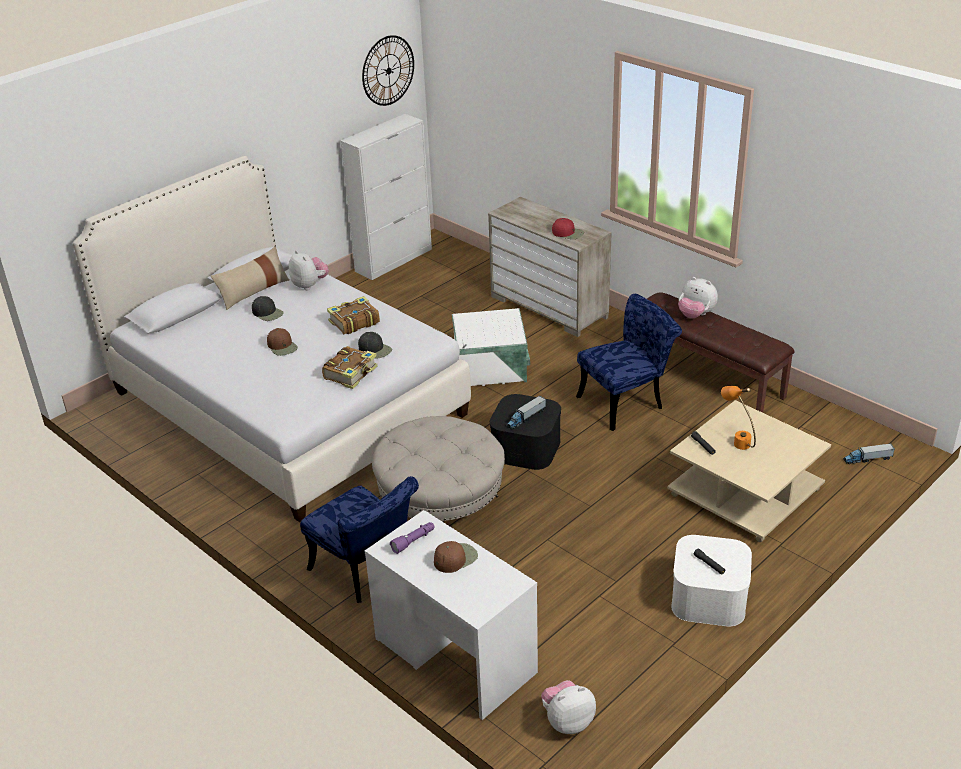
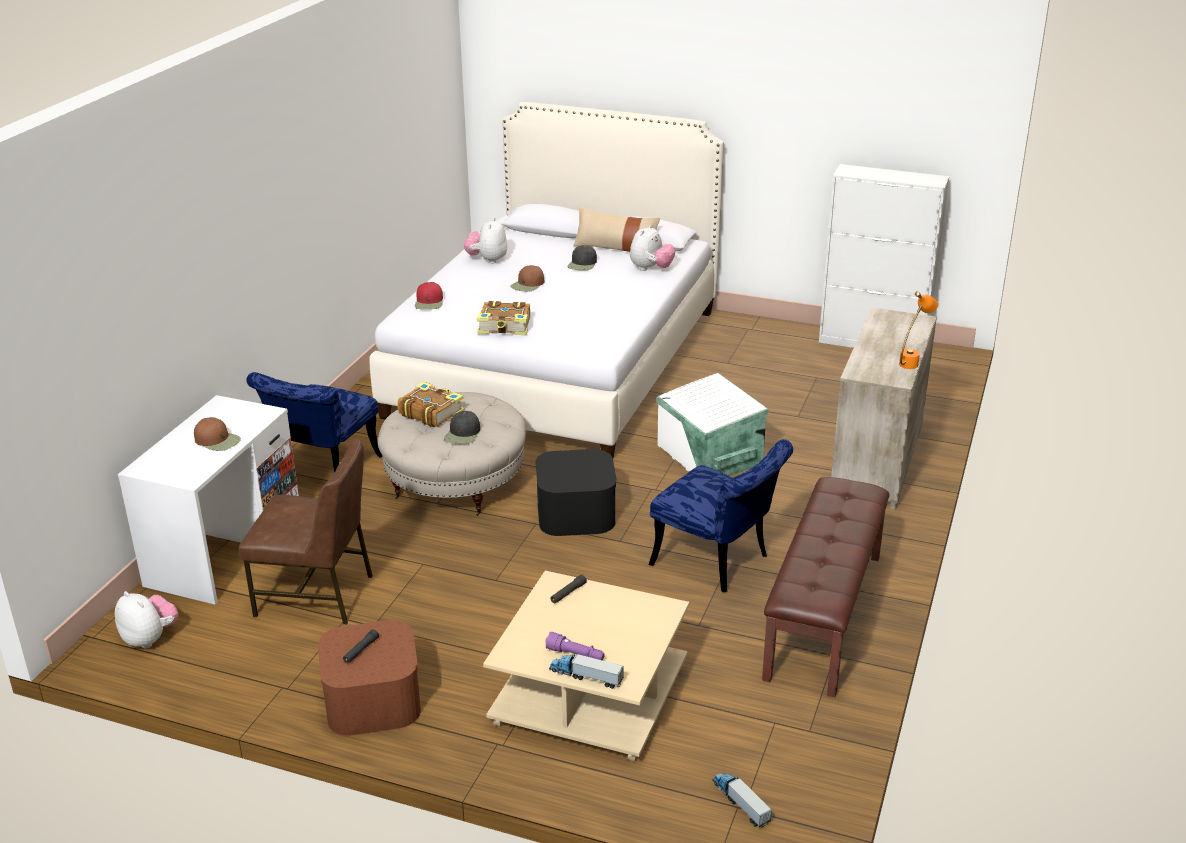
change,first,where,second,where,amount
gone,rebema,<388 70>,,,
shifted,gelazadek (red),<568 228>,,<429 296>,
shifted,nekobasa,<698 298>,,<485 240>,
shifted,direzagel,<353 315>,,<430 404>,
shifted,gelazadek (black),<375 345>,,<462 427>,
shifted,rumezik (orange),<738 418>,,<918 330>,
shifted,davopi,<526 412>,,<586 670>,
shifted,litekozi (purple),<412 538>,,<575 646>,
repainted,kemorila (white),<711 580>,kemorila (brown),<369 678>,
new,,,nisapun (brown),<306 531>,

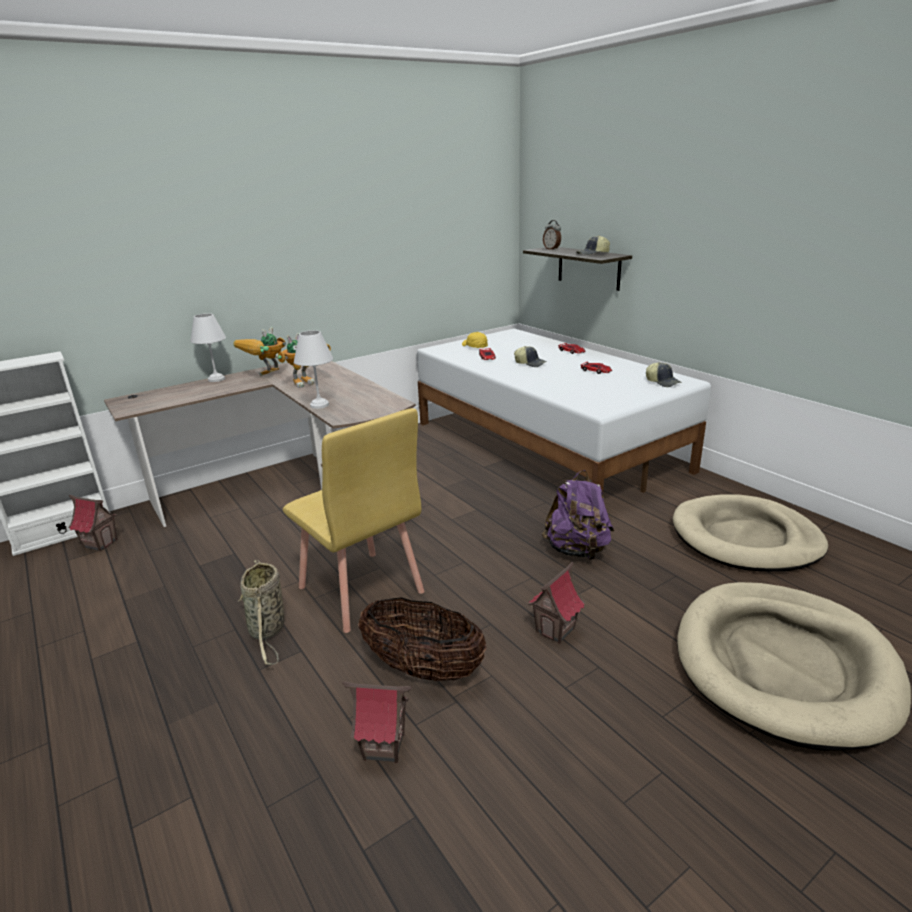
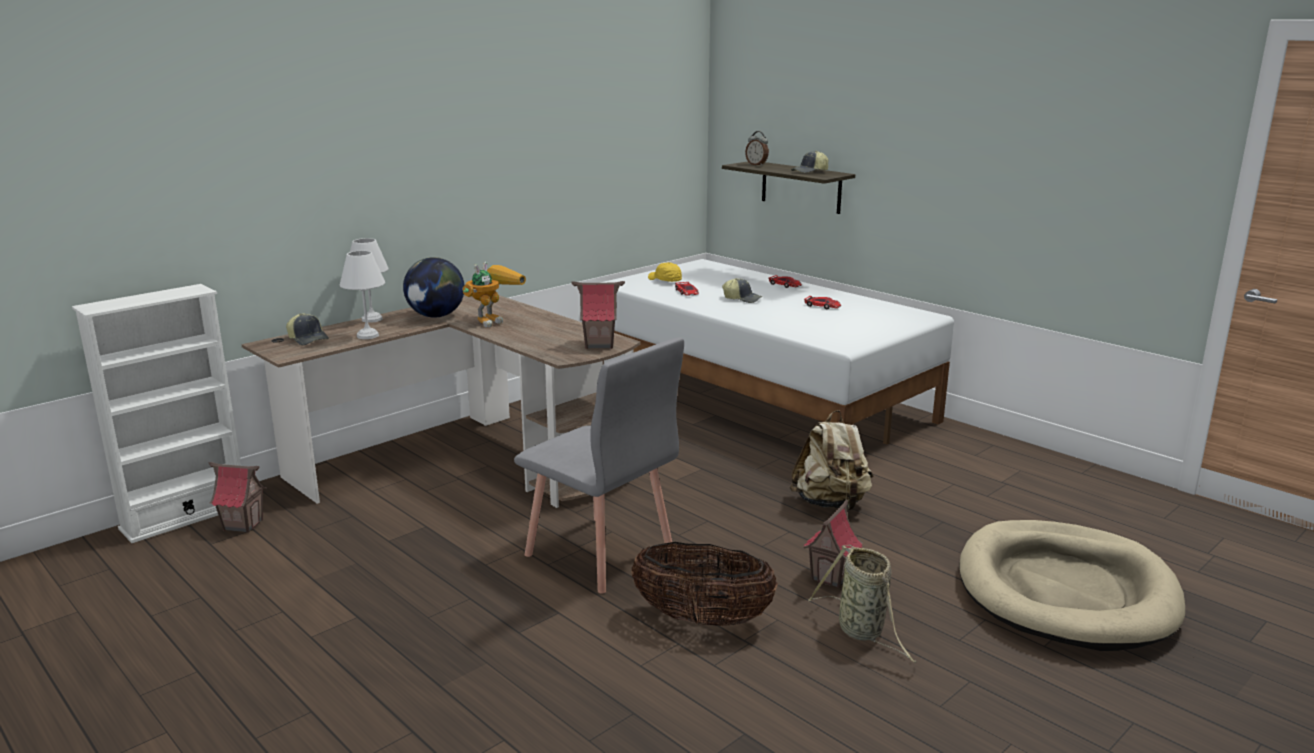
change,first,where,second,where,amount
swapped,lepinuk,<259 351>,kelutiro,<433 287>,
shifted,rumezik (white),<313 369>,,<362 295>,
shifted,gelazadek,<664 374>,,<307 329>,
repainted,nisapun (yellow),<353 520>,nisapun (grey),<599 466>,
repainted,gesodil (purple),<578 515>,gesodil (beige),<831 460>,
gone,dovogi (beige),<750 533>,,,
shifted,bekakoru,<260 612>,,<862 604>,
shifted,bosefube,<377 722>,,<598 315>,

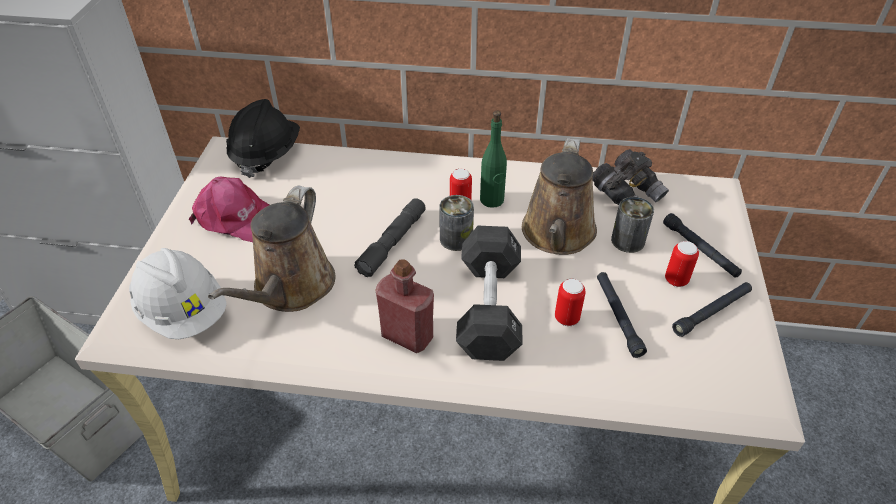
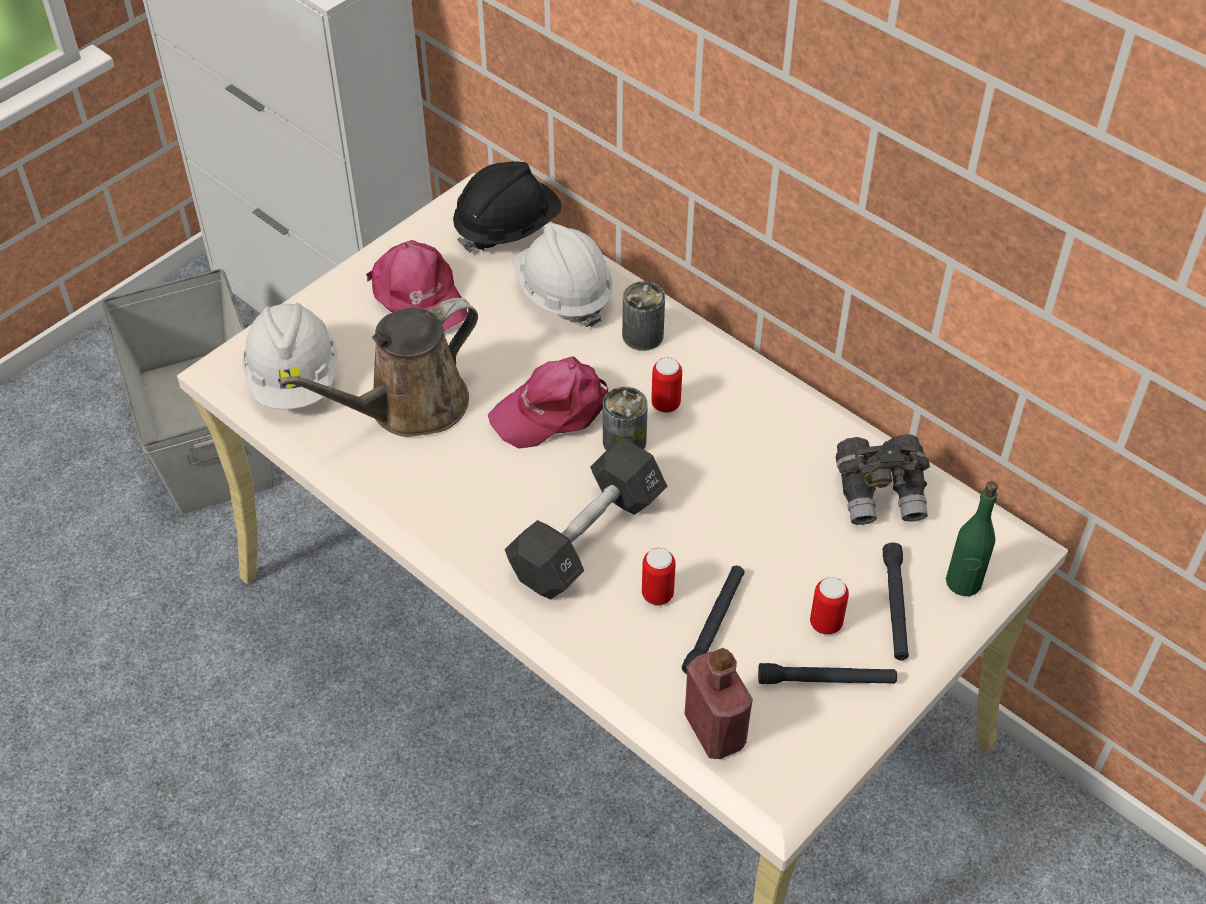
change,first,where,second,where,amount
shifted,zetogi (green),<493 159>,,<972 538>,
gone,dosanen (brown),<559 196>,,,
shifted,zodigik,<632 225>,,<643 316>,
swapped,litekozi (grey),<390 237>,gelazadek (pink),<548 402>,
shifted,zetogi (red),<404 306>,,<718 703>,
new,,,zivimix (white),<562 275>,

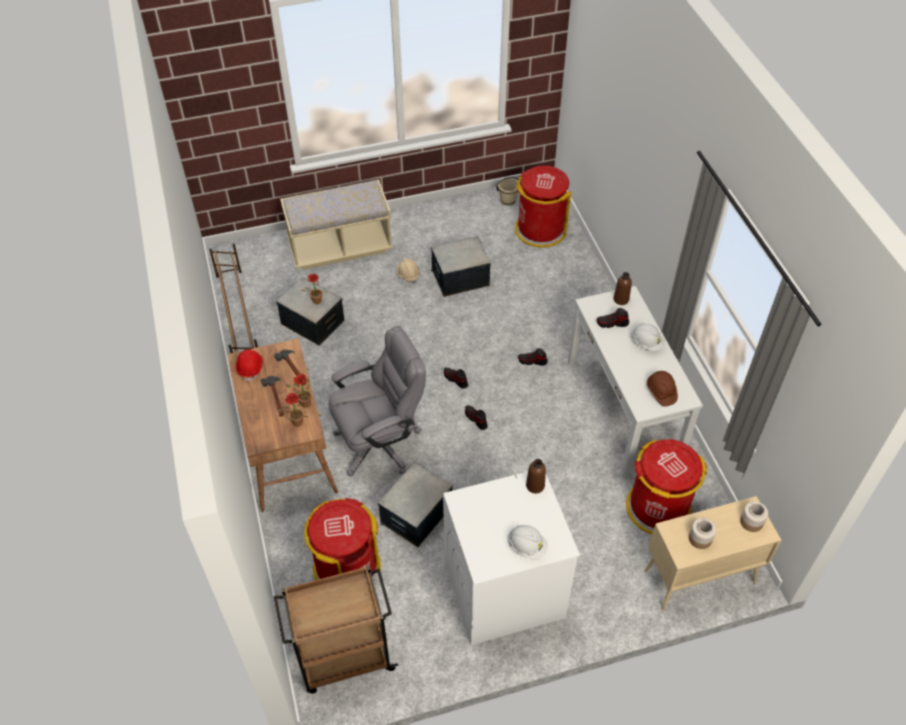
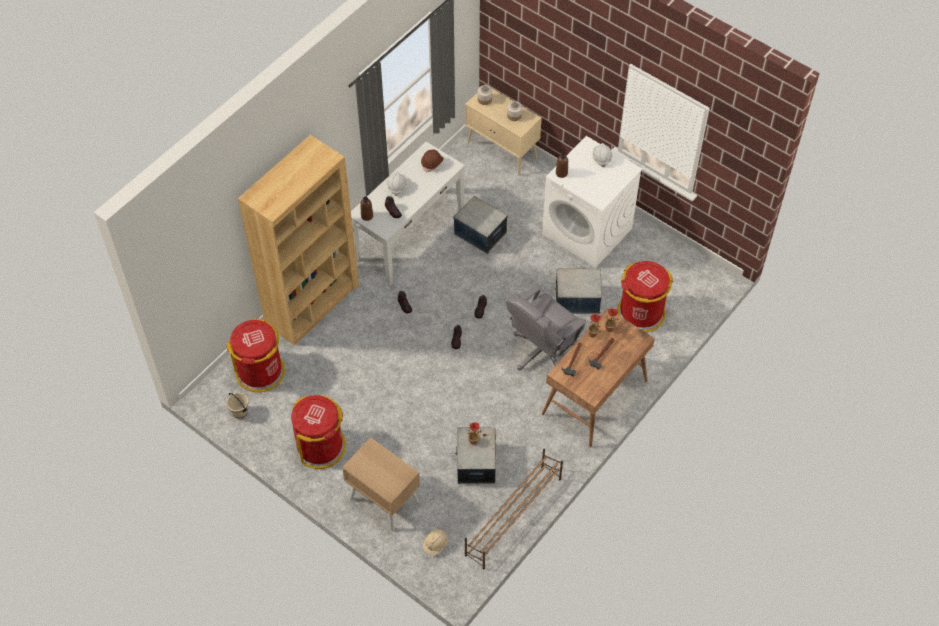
change,first,where,second,where,amount
swapped,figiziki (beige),<336 225>,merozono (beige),<381 484>,
shifted,kemorila,<461 266>,,<480 225>,
shifted,zivimix (beige),<408 271>,,<435 542>,
rotated,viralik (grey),<377 401>,,<546 327>,75 degrees counterclockwise
gone,zivimix (red),<249 365>,,,
shifted,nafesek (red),<666 486>,,<318 432>,
gone,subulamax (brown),<336 630>,,,
new,,,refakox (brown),<298 240>,

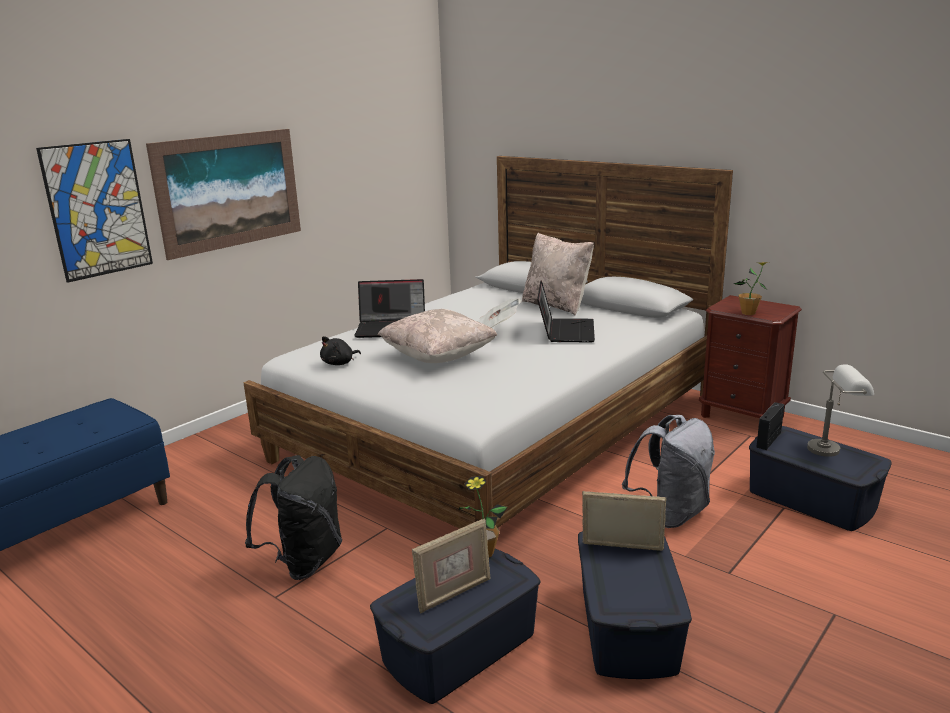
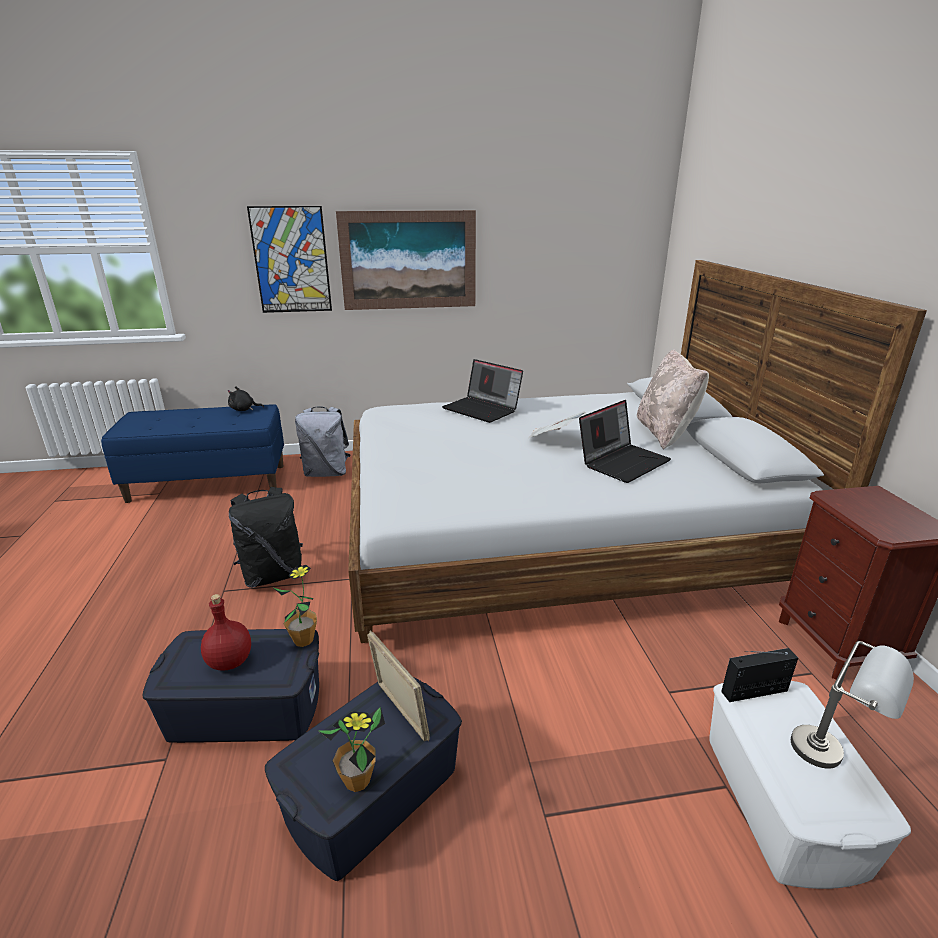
change,first,where,second,where,amount
shifted,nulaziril,<751 288>,,<351 749>,
gone,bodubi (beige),<437 336>,,,
shifted,nekobasa (black),<340 350>,,<246 398>,
shifted,gesodil (grey),<668 471>,,<323 441>,
repainted,kemorila (blue),<820 478>,kemorila (white),<810 785>,
swapped,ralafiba,<451 566>,zetogi (red),<226 632>,

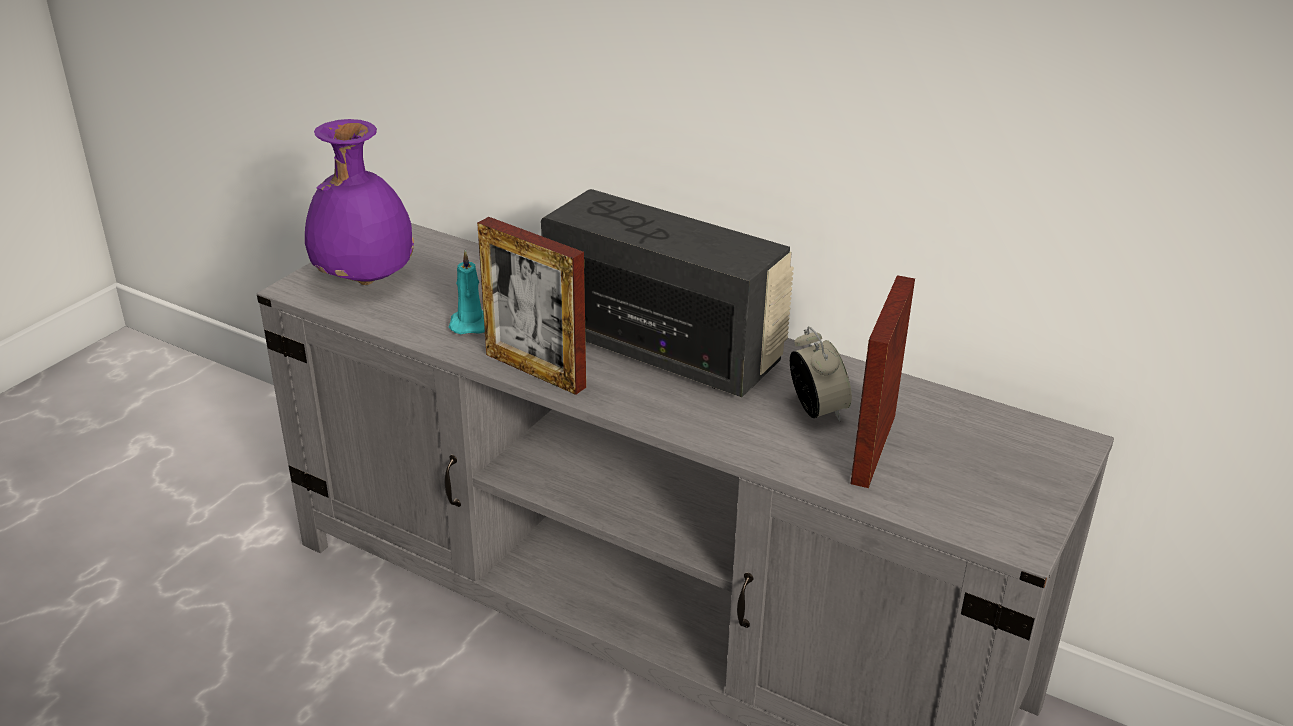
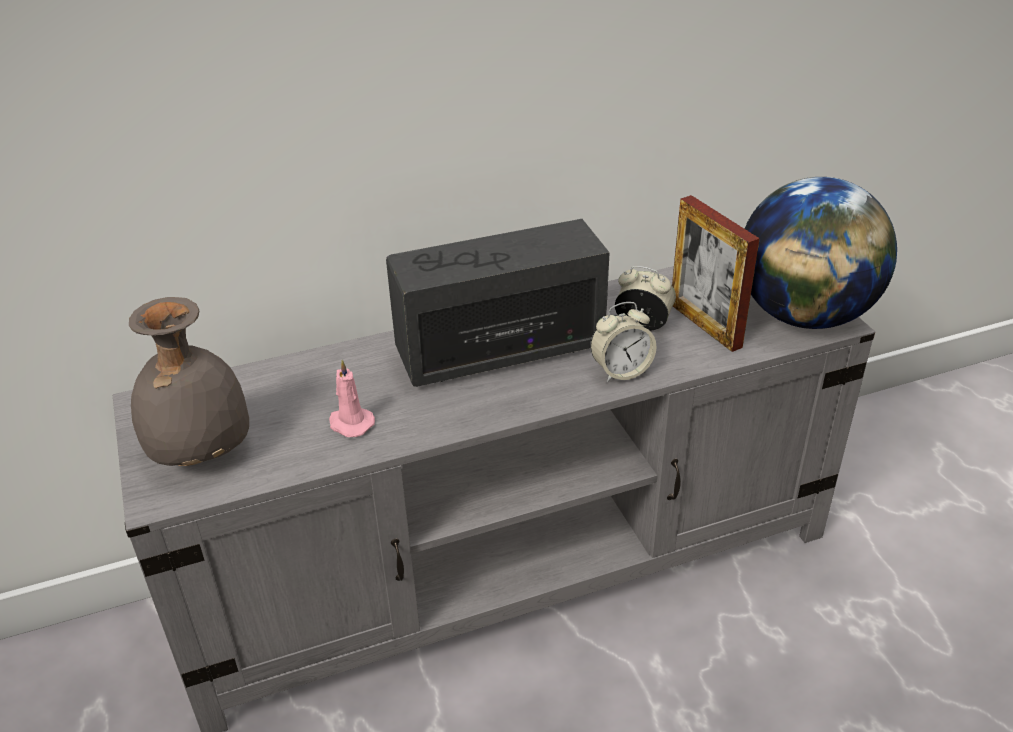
change,first,where,second,where,amount
repainted,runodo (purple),<359 202>,runodo (grey),<189 381>,
gone,ralafiba,<531 306>,,,
repainted,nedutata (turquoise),<467 292>,nedutata (pink),<352 398>,
new,,,kelutiro,<821 253>,
new,,,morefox,<623 342>,

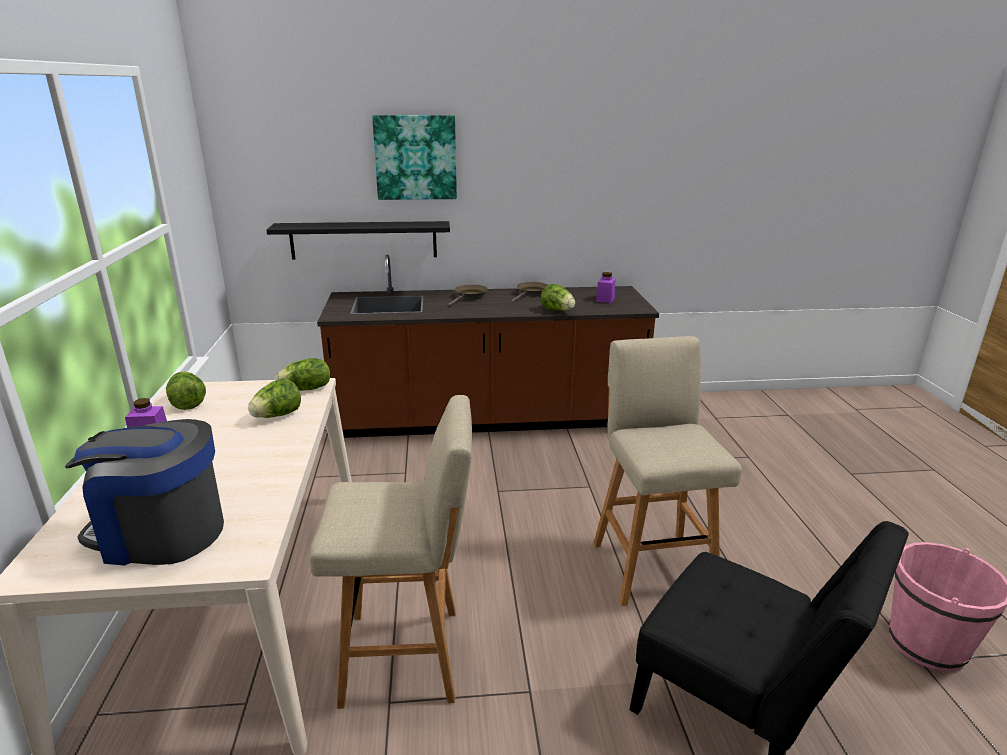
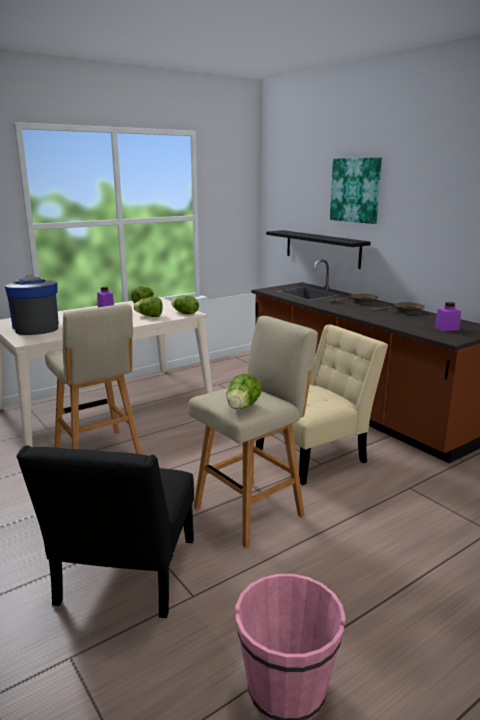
change,first,where,second,where,amount
shifted,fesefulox,<558 297>,,<244 391>,
new,,,nisapun (beige),<322 404>,

